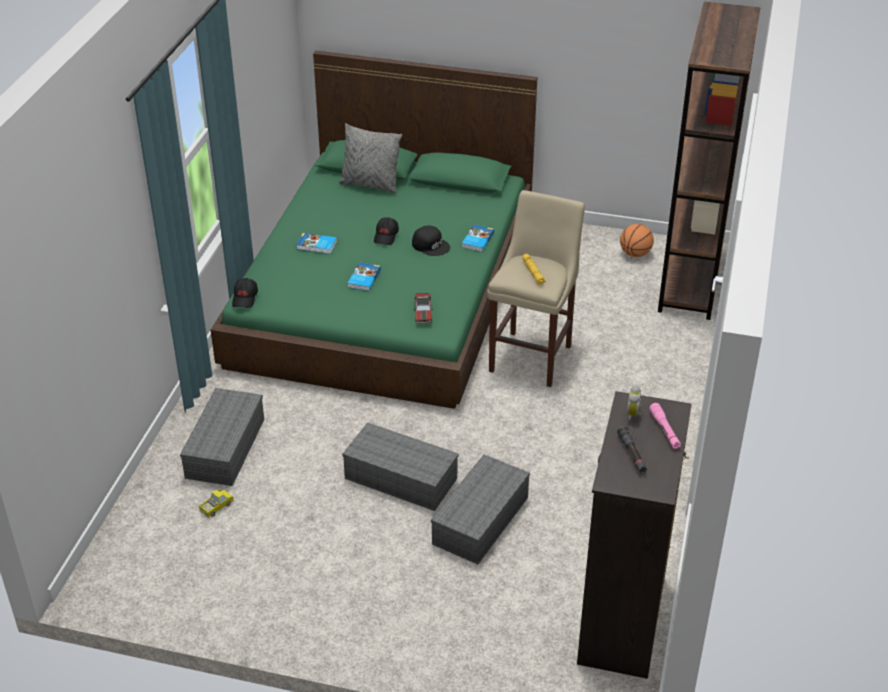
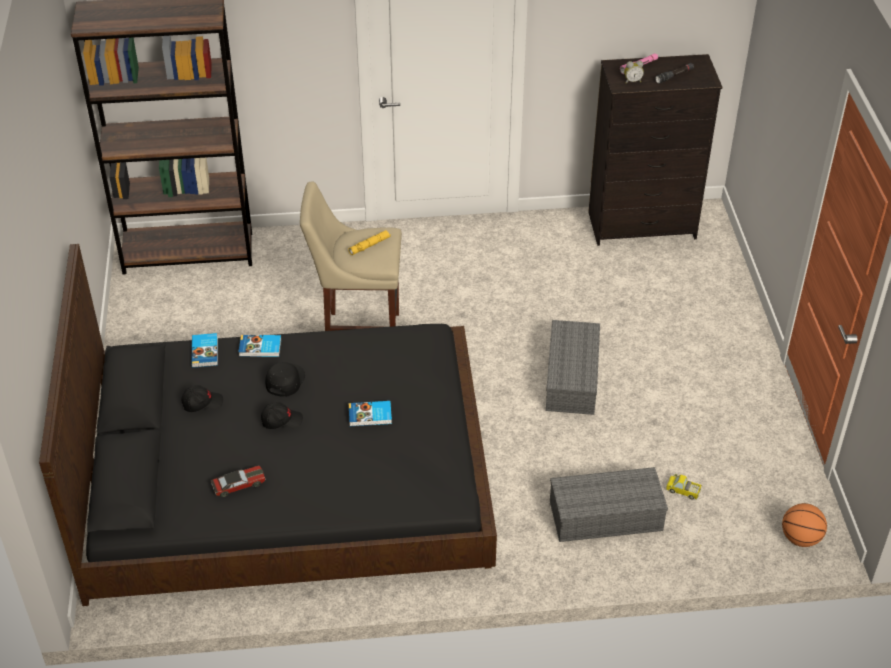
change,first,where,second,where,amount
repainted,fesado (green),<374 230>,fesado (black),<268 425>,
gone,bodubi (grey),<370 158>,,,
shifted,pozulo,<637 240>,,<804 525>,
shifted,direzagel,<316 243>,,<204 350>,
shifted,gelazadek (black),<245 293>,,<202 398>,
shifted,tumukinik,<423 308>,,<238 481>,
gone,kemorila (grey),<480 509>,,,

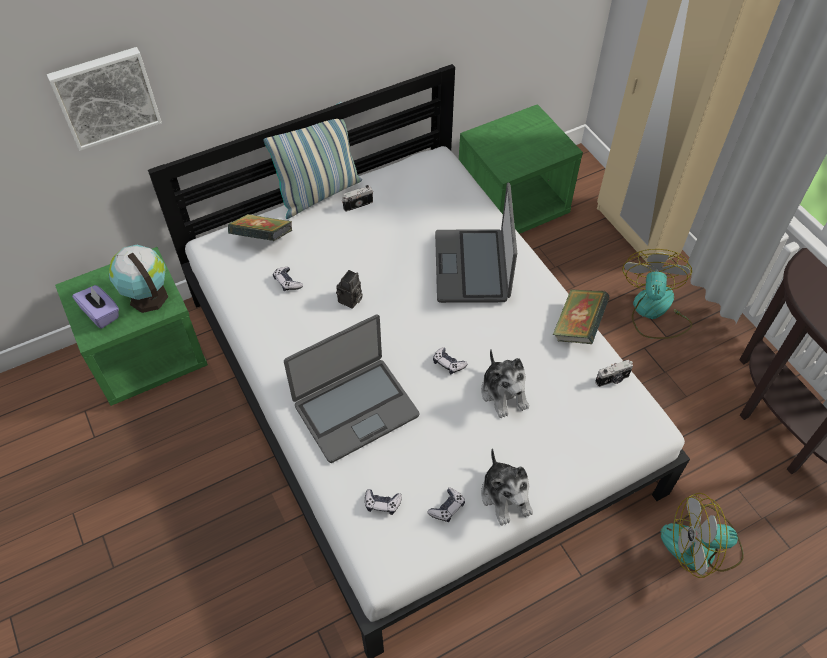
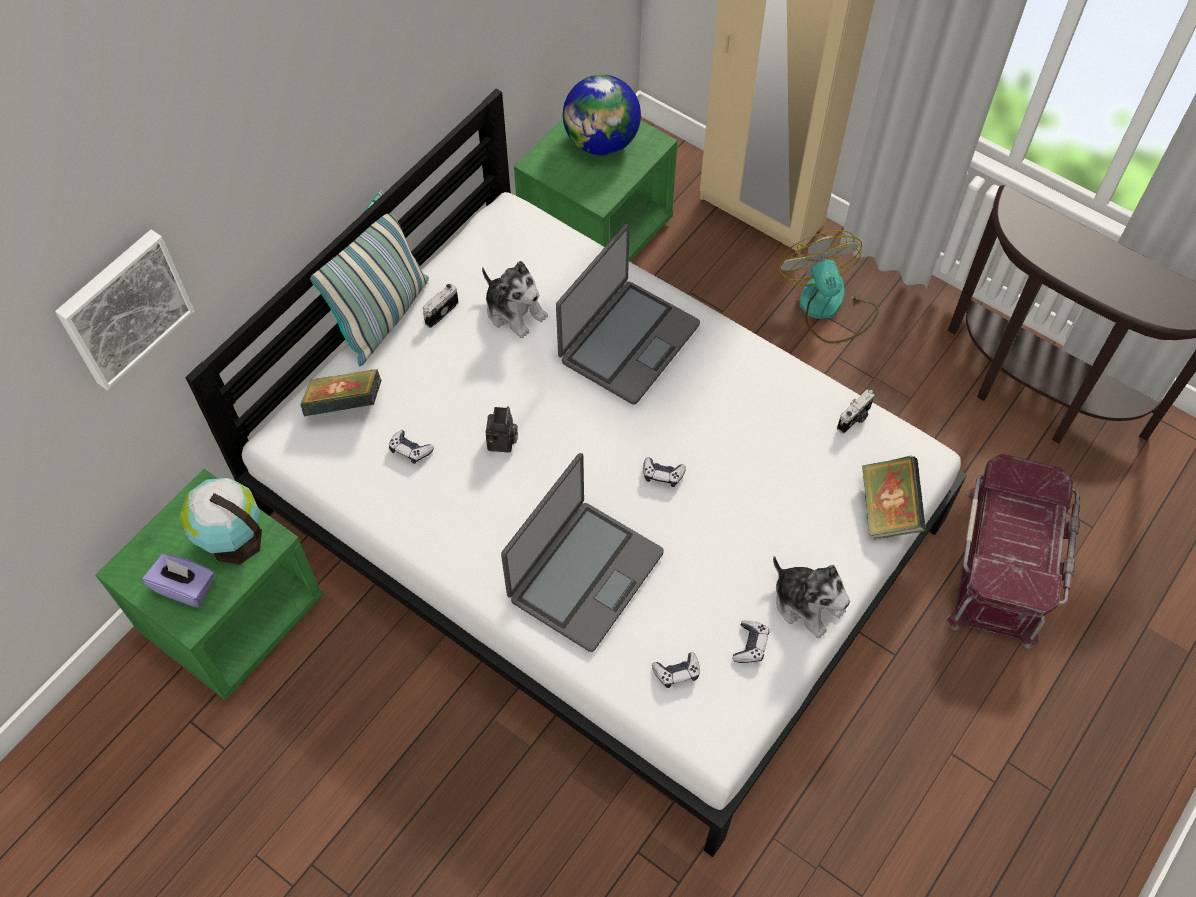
change,first,where,second,where,amount
rotated,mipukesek,<476 242>,,<628 314>,120 degrees counterclockwise
shifted,direzagel,<581 316>,,<894 498>,
shifted,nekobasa,<505 383>,,<515 299>,
swapped,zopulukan,<701 535>,kemorila (red),<1013 551>,
new,,,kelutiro,<602 114>,

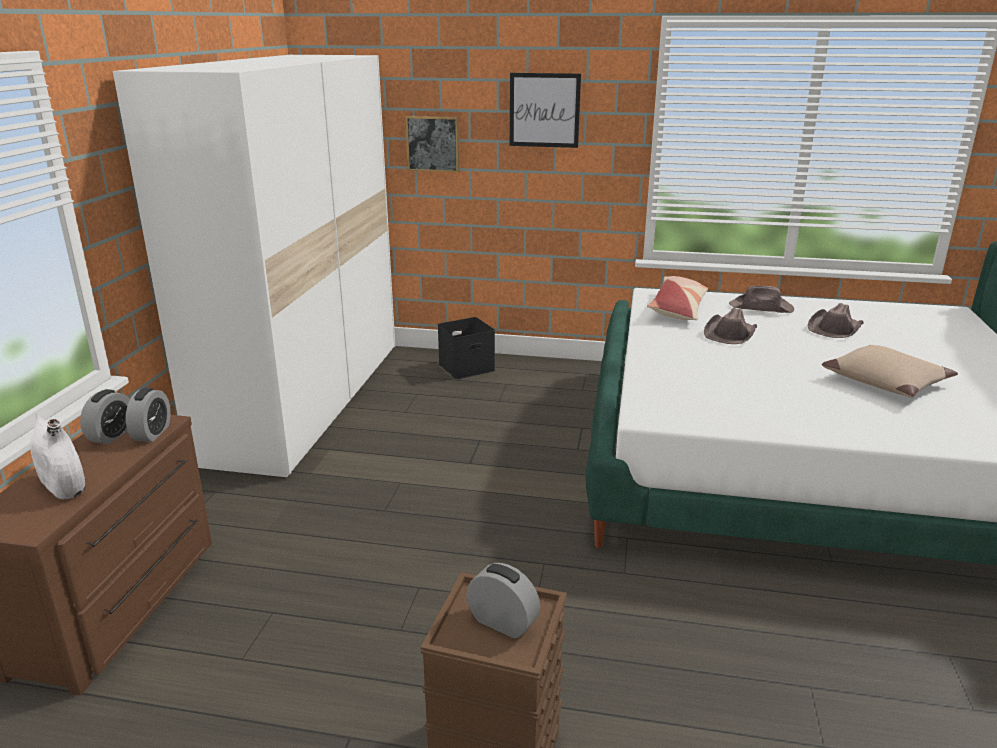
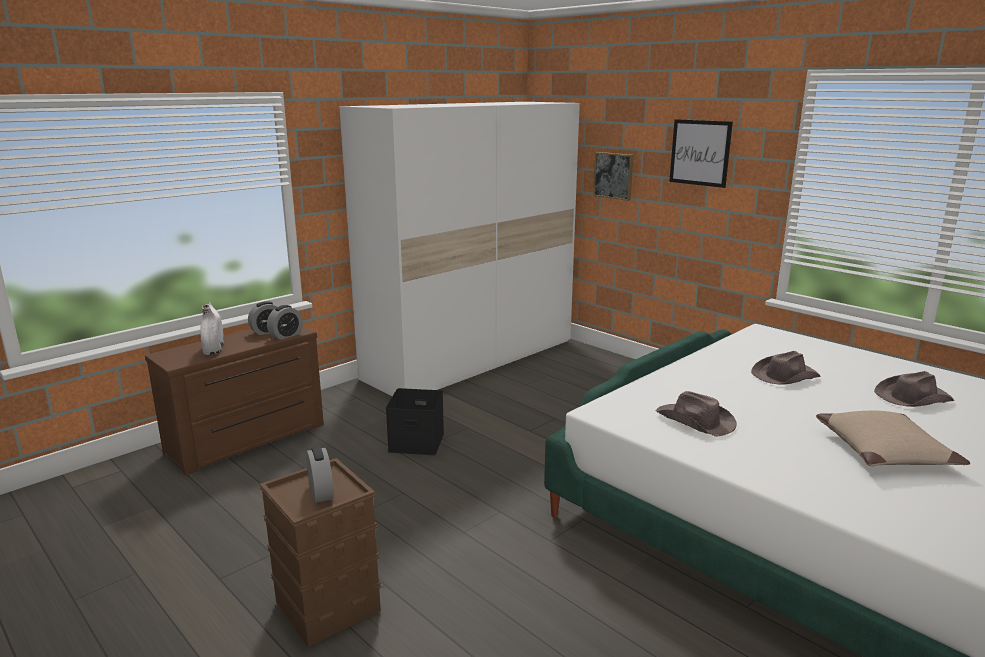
change,first,where,second,where,amount
gone,bodubi,<677 298>,,,
shifted,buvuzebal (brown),<761 299>,,<696 414>,
shifted,kemorila (black),<466 348>,,<415 421>,

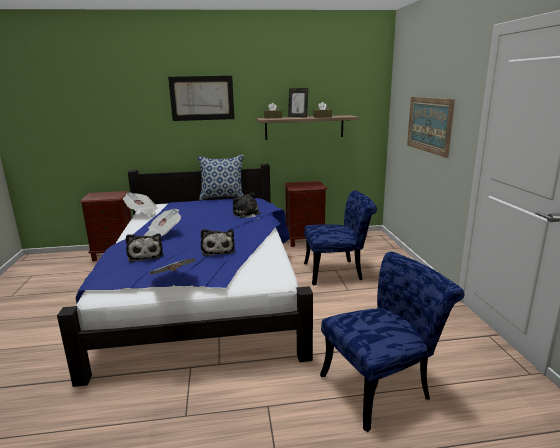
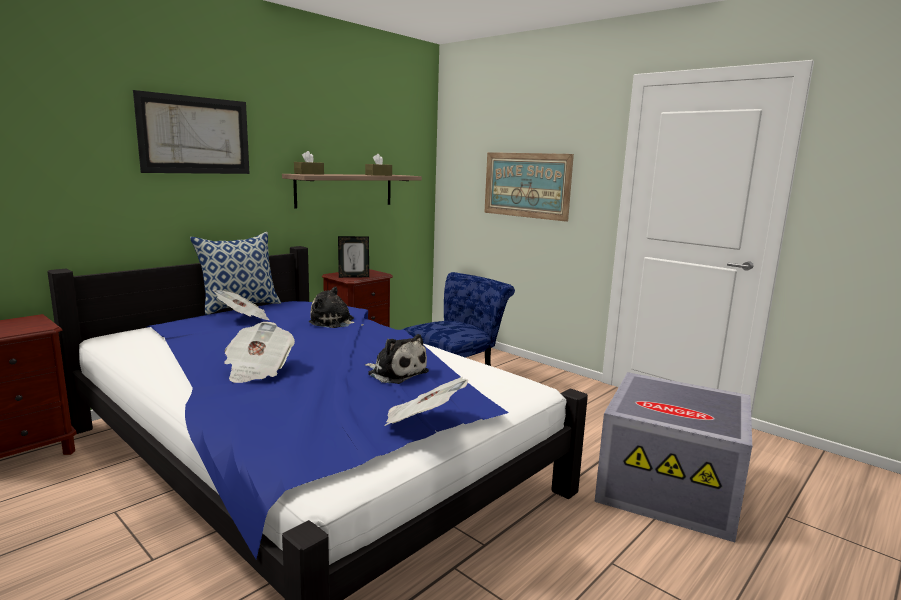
change,first,where,second,where,amount
shifted,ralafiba,<298 102>,,<353 257>,
shifted,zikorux,<140 204>,,<240 304>,
gone,nekobasa,<144 248>,,,
swapped,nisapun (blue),<392 342>,kemorila (grey),<673 457>,

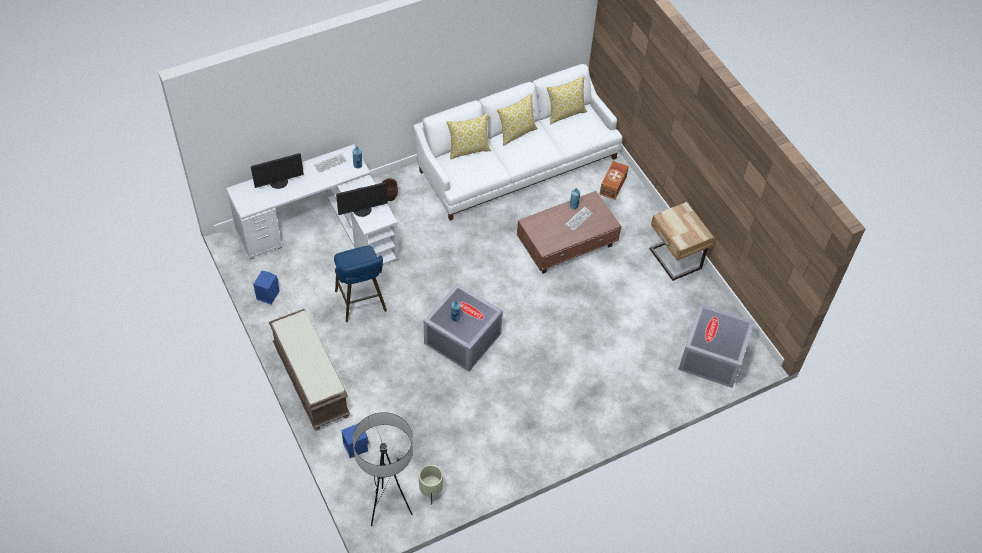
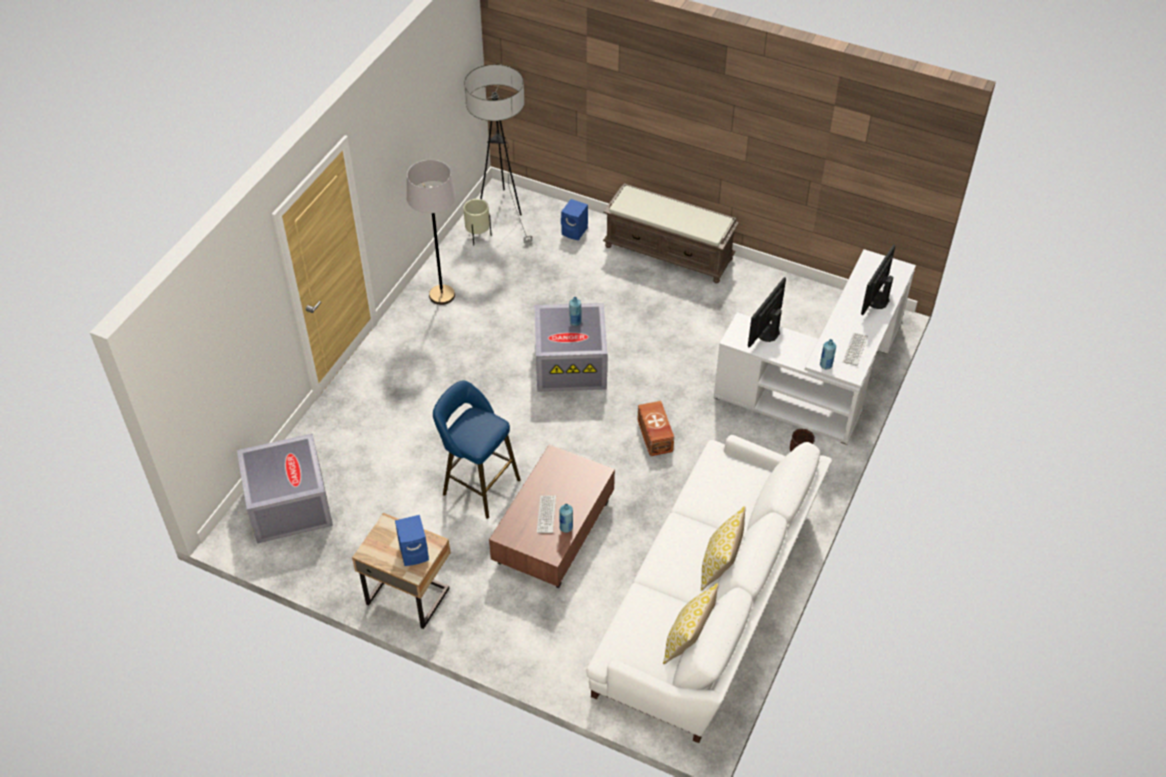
change,first,where,second,where,amount
gone,bodubi,<469 136>,,,
shifted,kemorila (brown),<614 180>,,<655 428>,
shifted,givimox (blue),<360 284>,,<477 450>,
shifted,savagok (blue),<266 288>,,<412 540>,
new,,,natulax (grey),<431 232>,

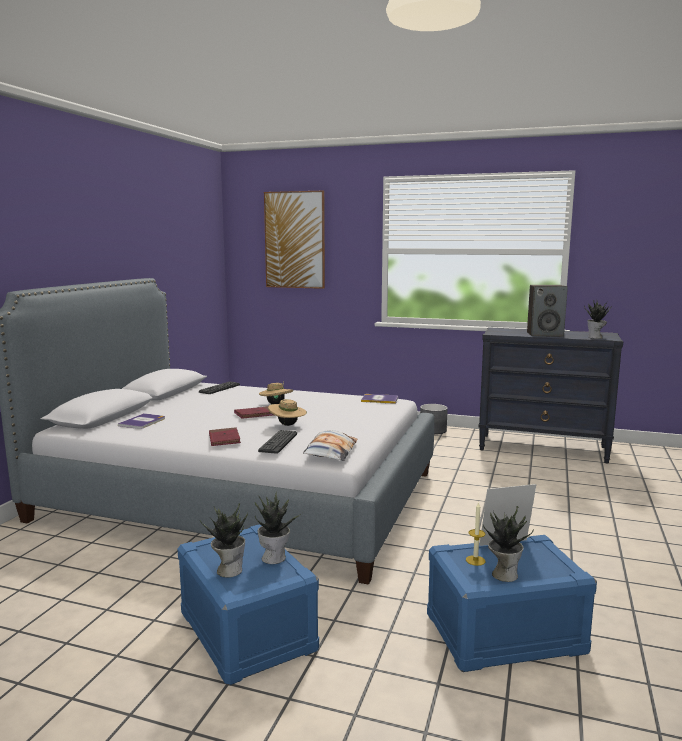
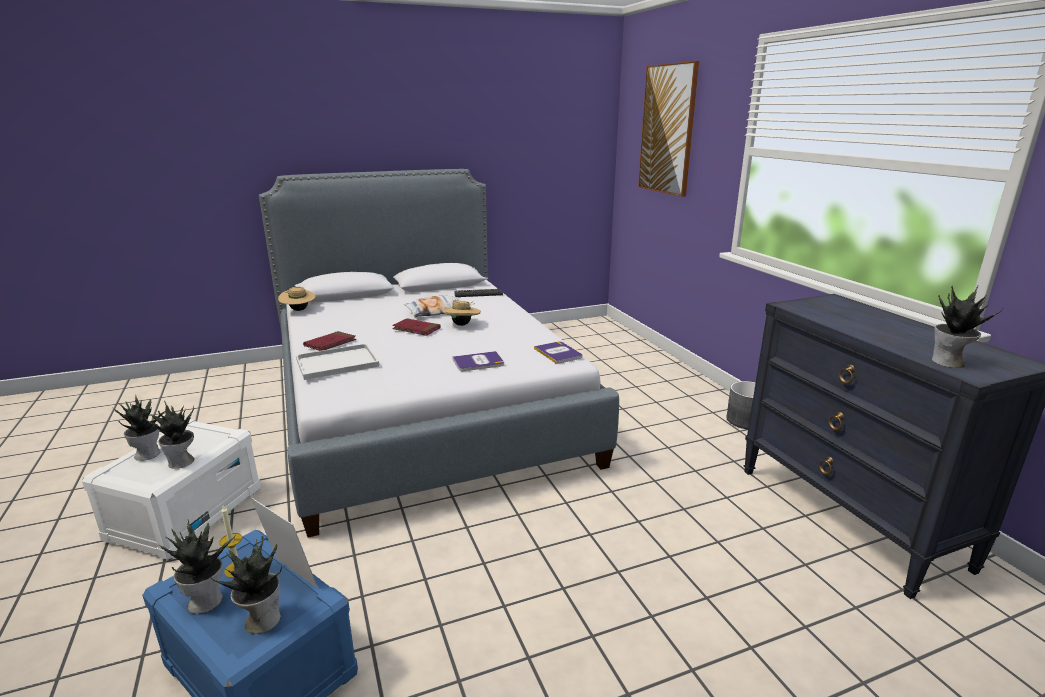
change,first,where,second,where,amount
gone,savagok,<547 311>,,,
shifted,buvuzebal (beige),<287 412>,,<297 299>,
shifted,direzagel,<141 421>,,<478 361>,
swapped,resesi,<277 442>,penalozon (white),<337 361>,
shifted,bodubi,<330 445>,,<431 306>,
repainted,kemorila (blue),<248 605>,kemorila (white),<171 489>,
new,,,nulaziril,<246 585>,

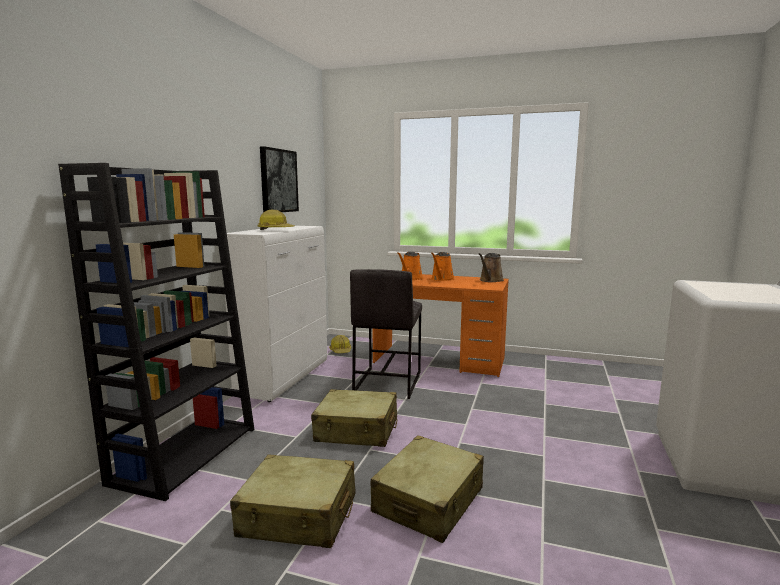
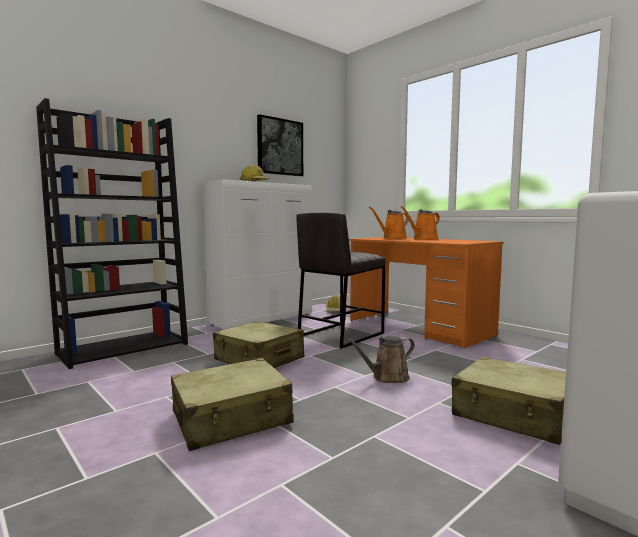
change,first,where,second,where,amount
shifted,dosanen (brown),<491 267>,,<381 359>,
shifted,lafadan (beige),<292 501>,,<508 401>,

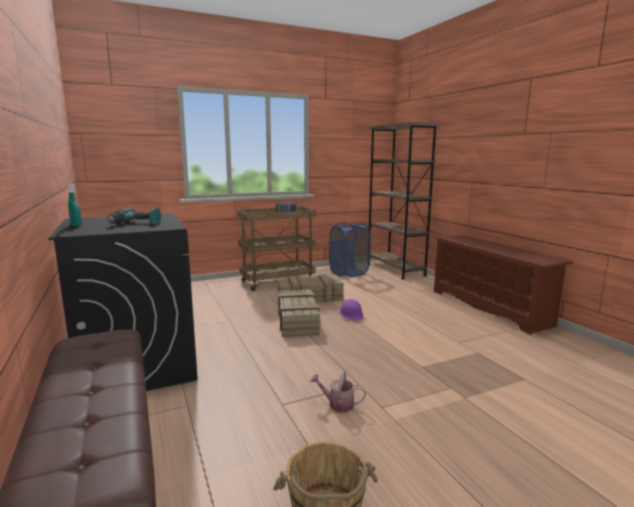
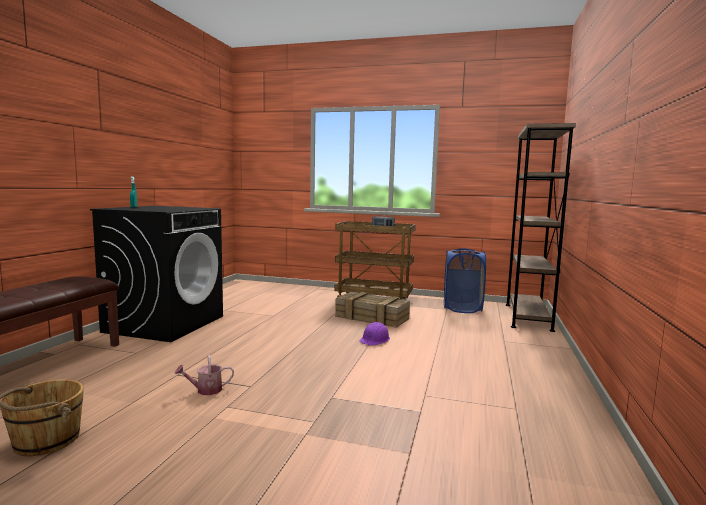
change,first,where,second,where,amount
gone,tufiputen,<134 216>,,,
gone,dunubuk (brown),<503 285>,,,
gone,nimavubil,<299 313>,,,
rotated,dosanen,<338 391>,,<204 375>,75 degrees counterclockwise

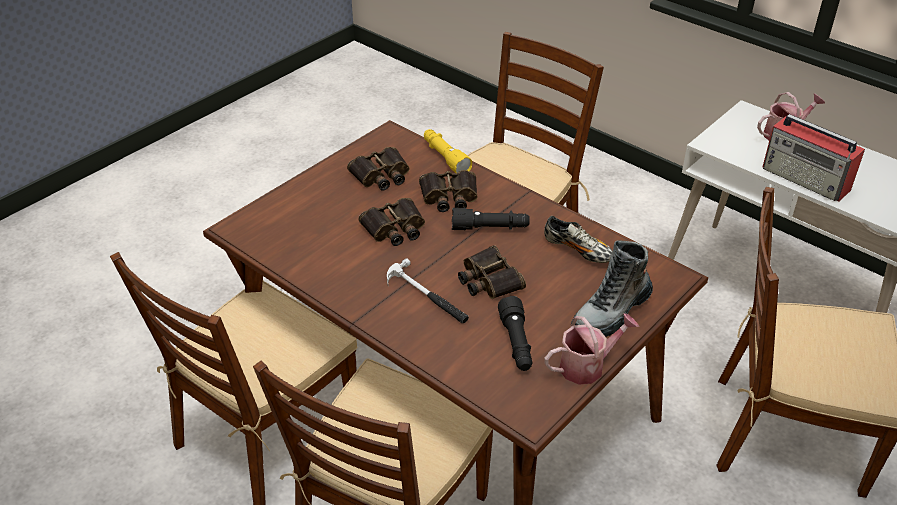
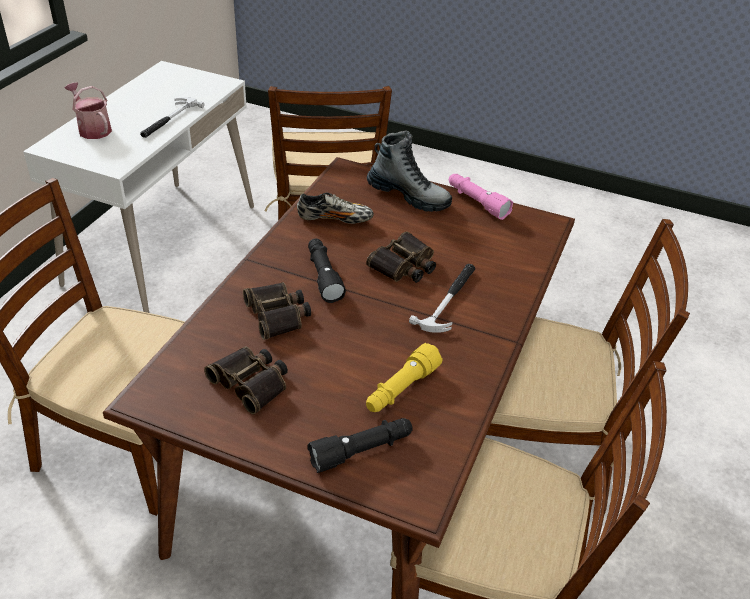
change,first,where,second,where,amount
swapped,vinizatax,<814 158>,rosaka,<172 117>,
shifted,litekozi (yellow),<448 151>,,<404 377>,
gone,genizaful,<391 222>,,,
rotated,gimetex,<578 239>,,<335 208>,75 degrees clockwise
shifted,litekozi (black),<515 333>,,<360 445>,
swapped,dosanen,<591 349>,litekozi (pink),<481 197>,

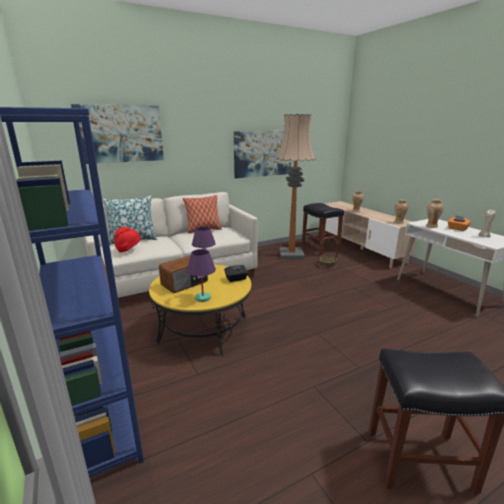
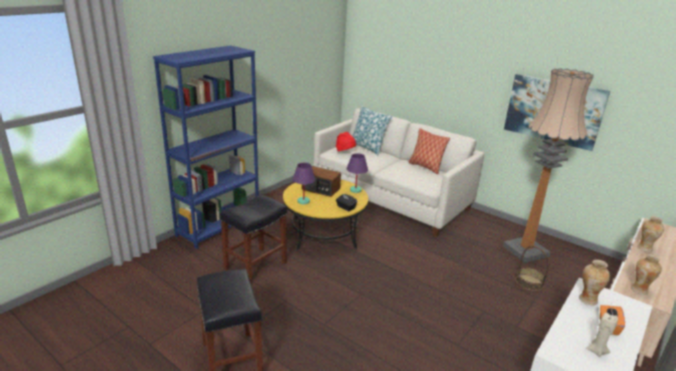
change,first,where,second,where,amount
gone,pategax,<117 134>,,,
shifted,givimox (black),<323 229>,,<253 239>,

